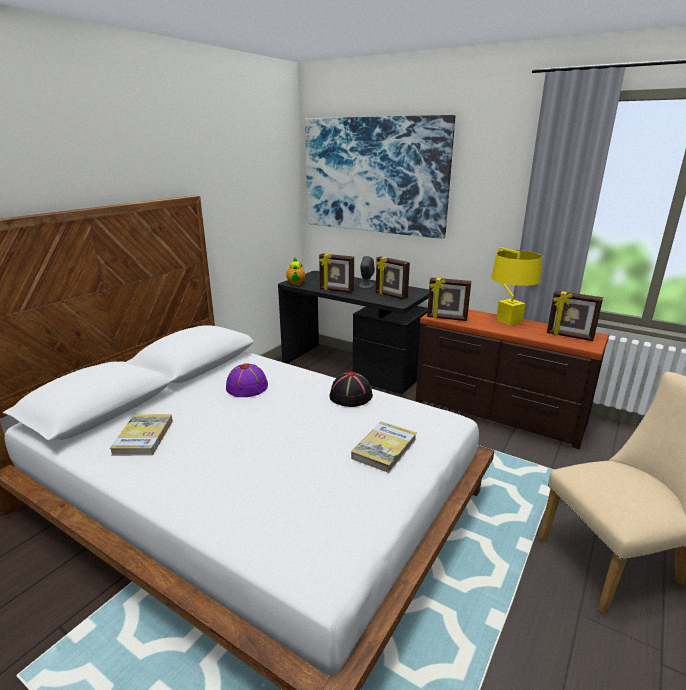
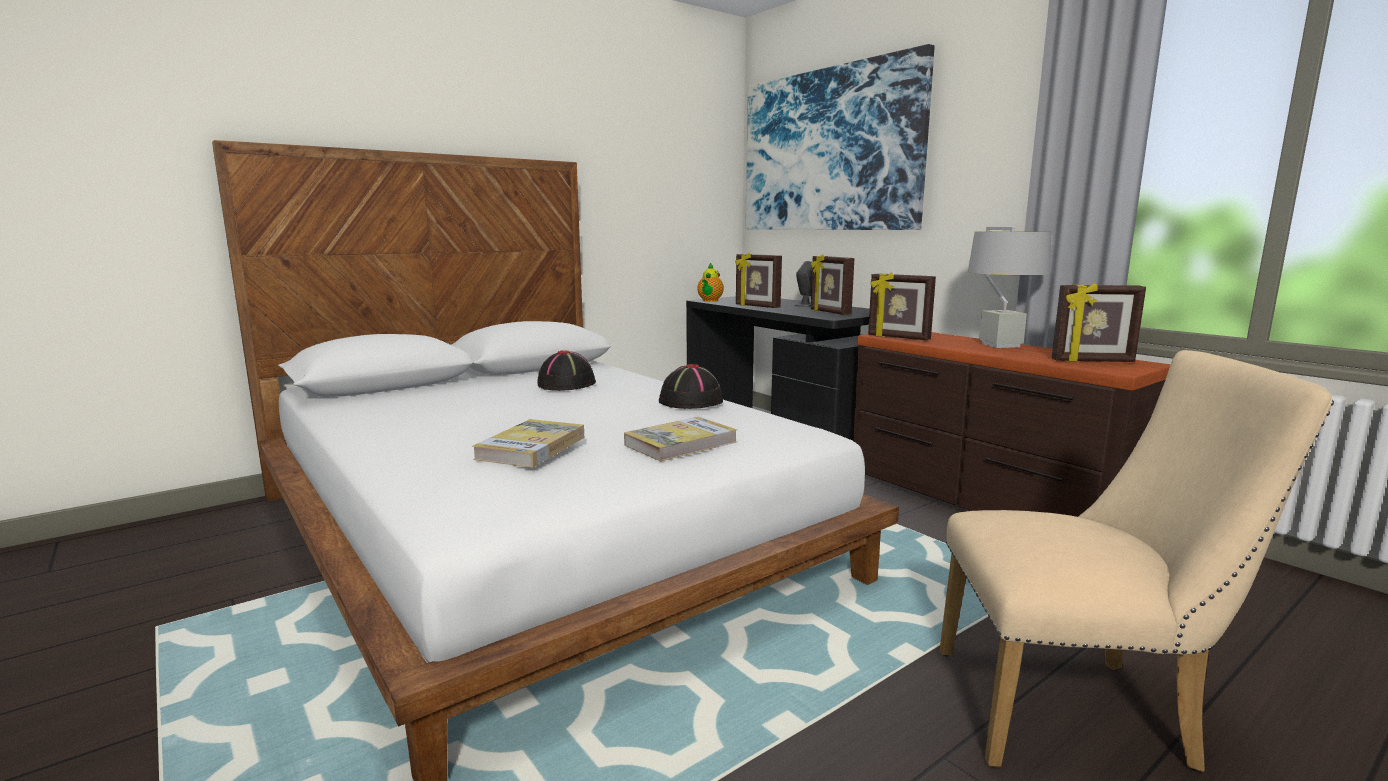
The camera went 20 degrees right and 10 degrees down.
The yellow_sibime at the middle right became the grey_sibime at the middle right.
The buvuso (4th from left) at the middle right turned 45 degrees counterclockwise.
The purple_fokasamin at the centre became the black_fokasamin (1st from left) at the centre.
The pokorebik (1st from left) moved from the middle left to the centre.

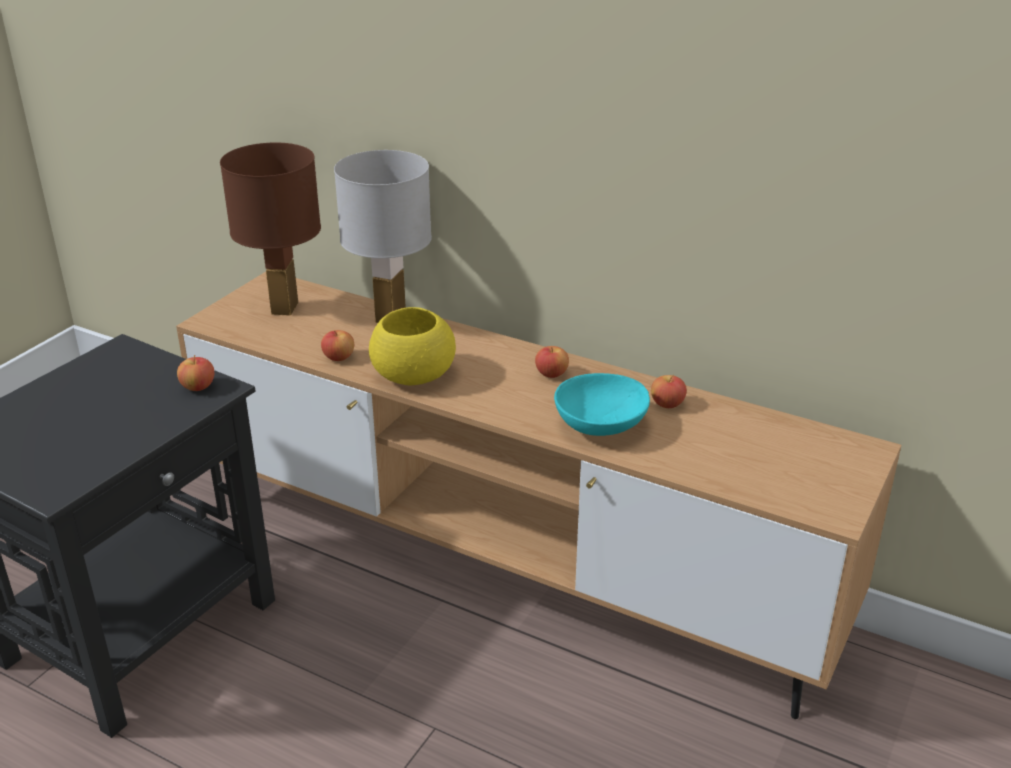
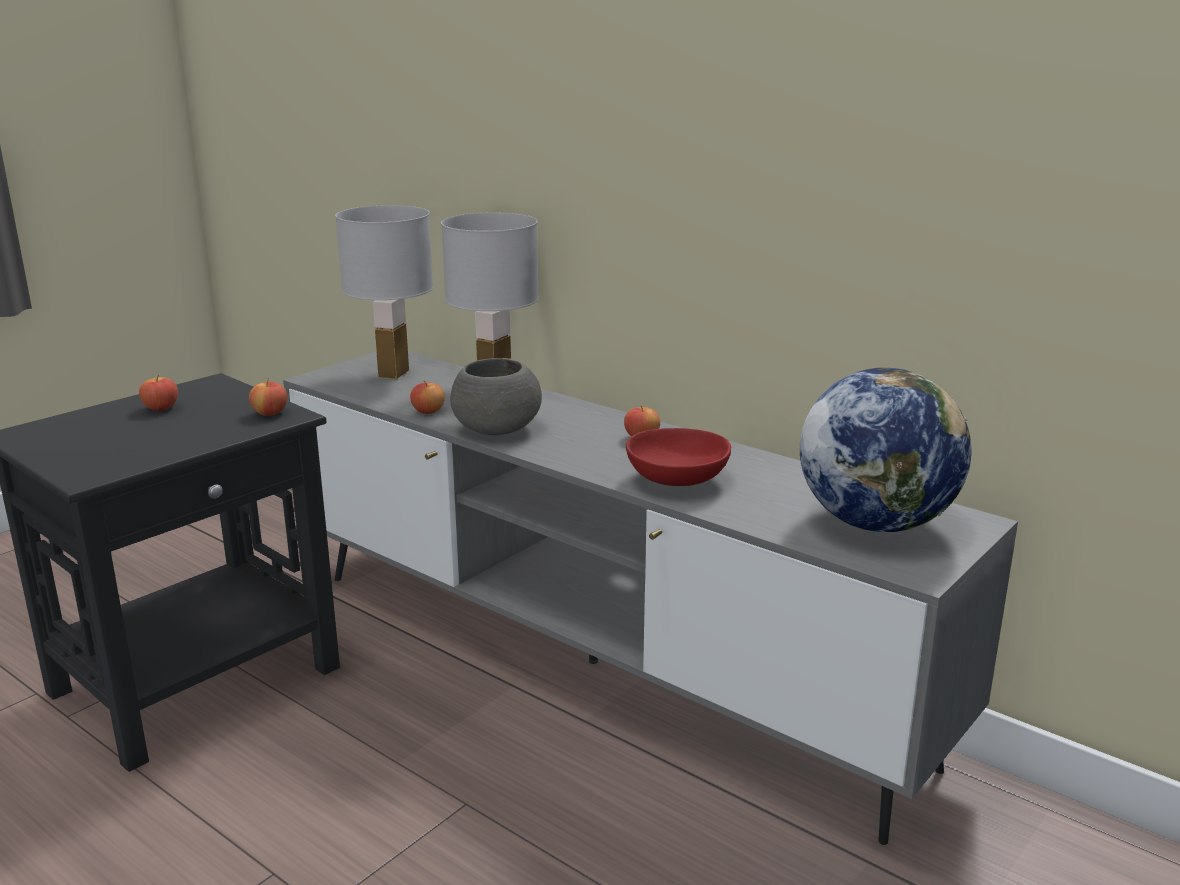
The camera went 10 degrees right and 10 degrees down.
The brown_sibime at the top left became the white_sibime (1st from left) at the top left.
The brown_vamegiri at the centre became the grey_vamegiri at the bottom centre.
The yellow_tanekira at the centre became the grey_tanekira at the centre.
The turquoise_tanekira at the centre became the red_tanekira at the centre.
The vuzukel (4th from left in the first image) moved from the centre to the middle left.
The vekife at the middle right appeared.

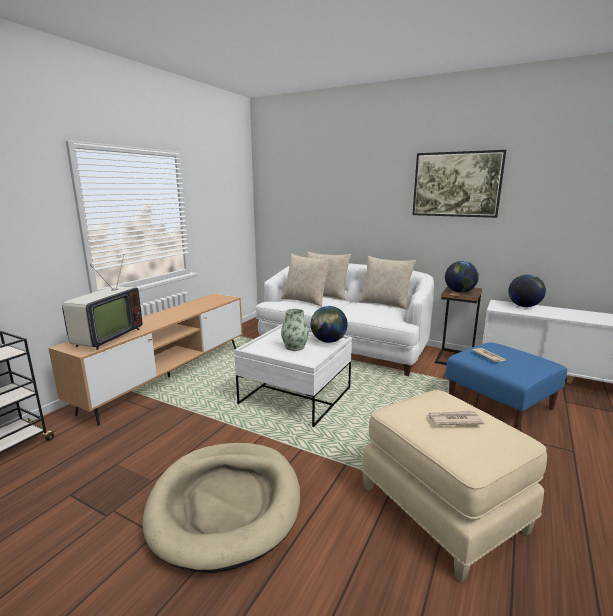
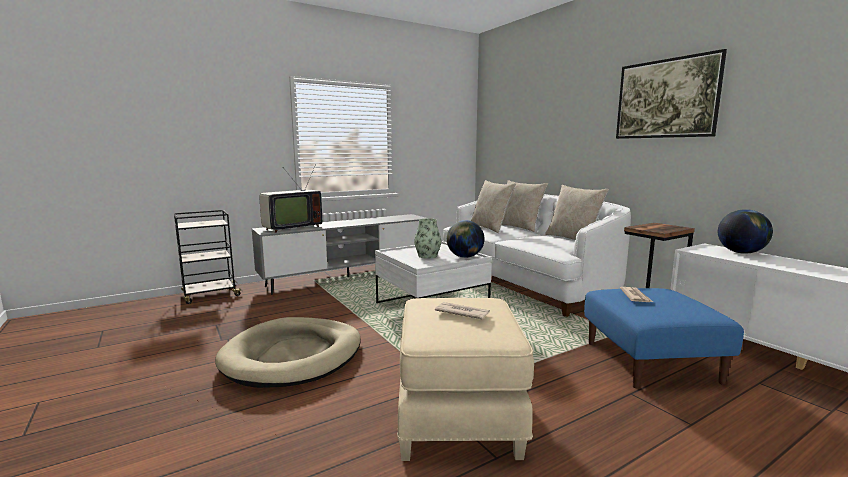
The camera went 30 degrees right and 5 degrees down.
The vekife (2nd from left) at the middle right disappeared.
The brown_vamegiri at the middle left became the grey_vamegiri at the centre.

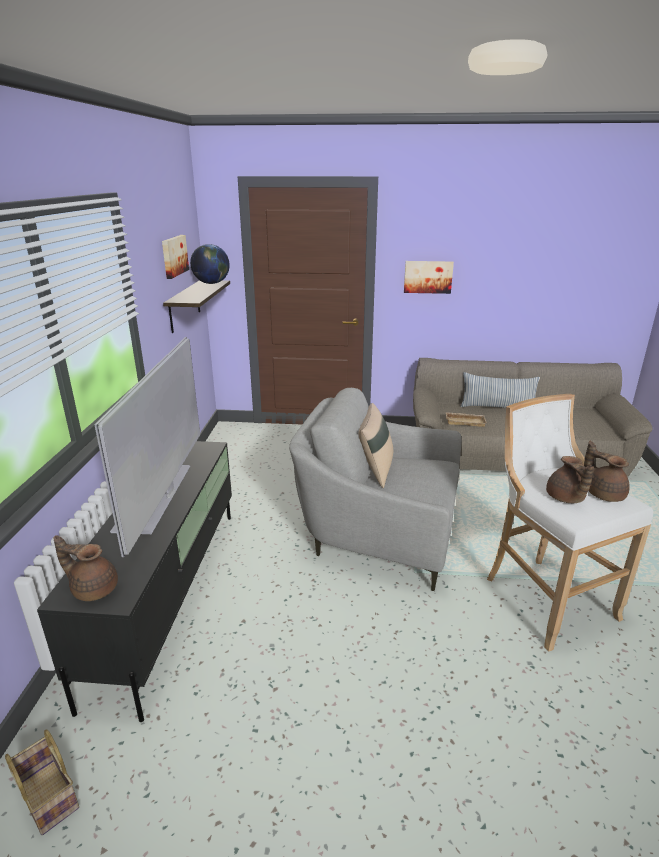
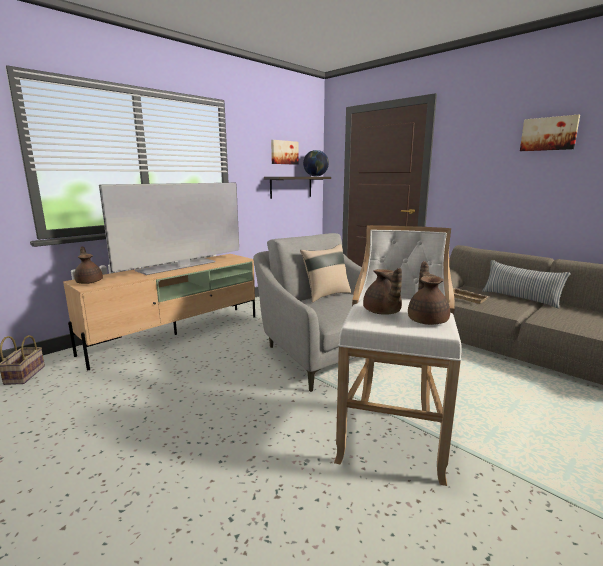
The camera went 40 degrees right and 10 degrees down.
The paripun (2nd from left) moved from the top centre to the top right.
The black_vamegiri at the bottom left became the beige_vamegiri at the middle left.
The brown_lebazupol (2nd from left) at the middle right turned 45 degrees counterclockwise.

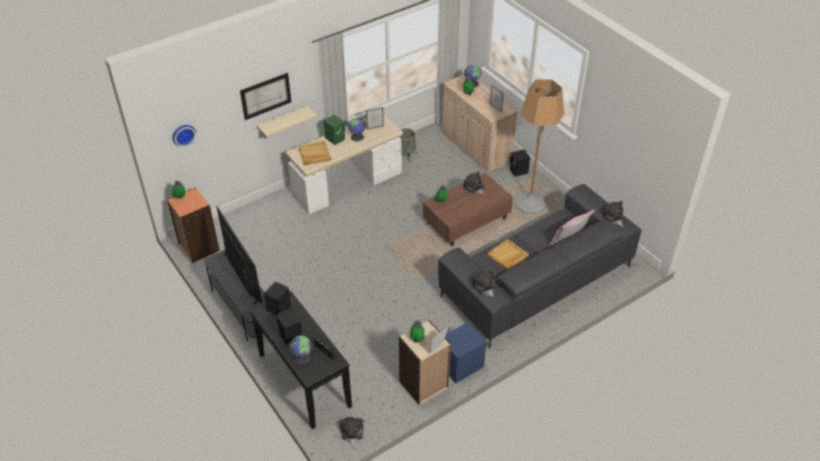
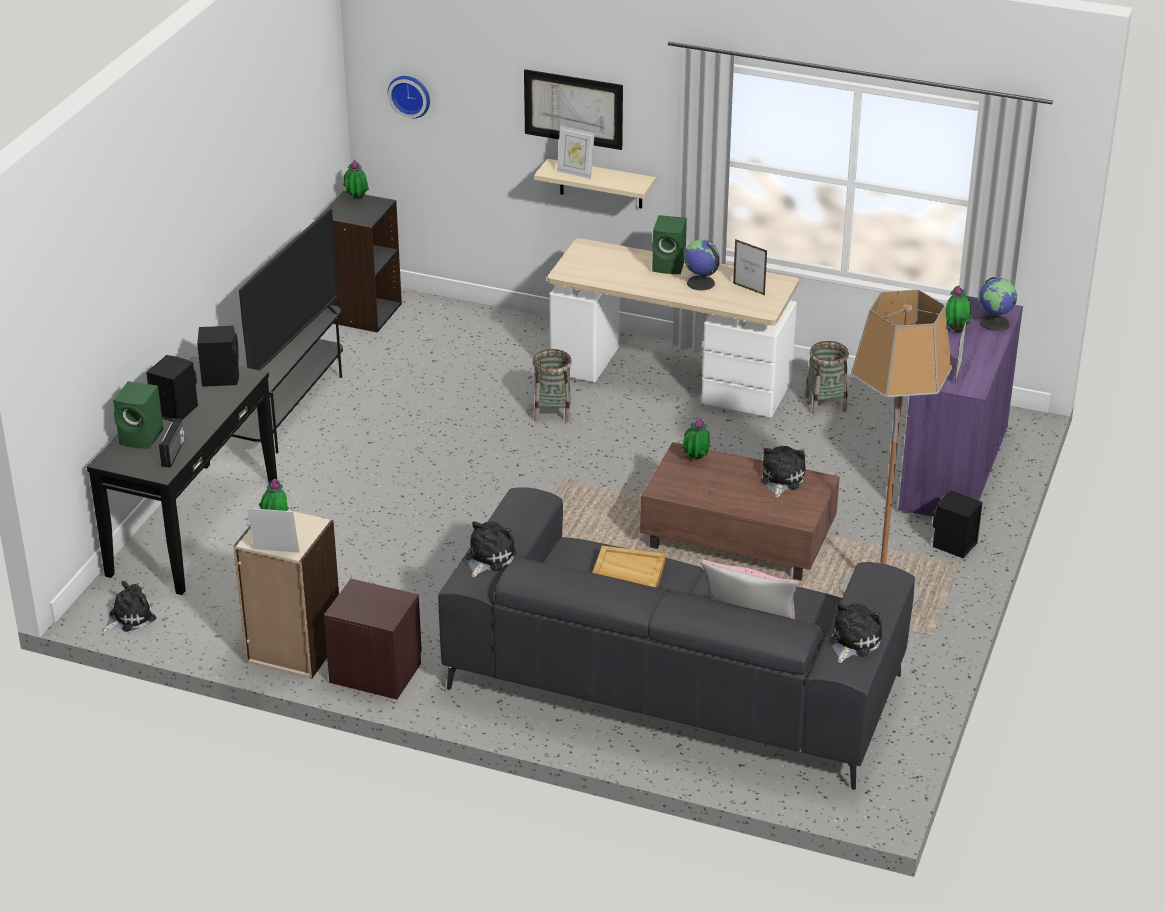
The camera went 55 degrees right and 10 degrees down.
The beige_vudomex at the top centre became the purple_vudomex at the middle right.
The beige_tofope (1st from left) at the top centre disappeared.
The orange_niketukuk at the middle left became the black_niketukuk at the top left.
The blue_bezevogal at the bottom centre became the brown_bezevogal at the bottom left.
The vekife (1st from left) at the bottom centre was replaced by the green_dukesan (1st from left) at the middle left.
The buvuso (2nd from left) at the top centre appeared.
The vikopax (1st from left) at the centre appeared.

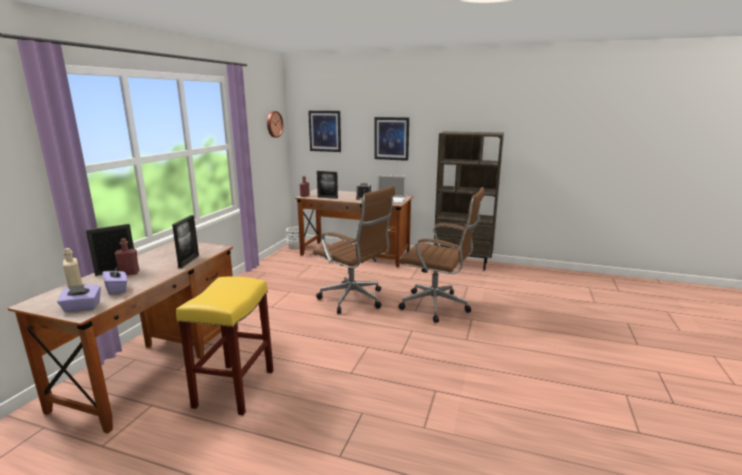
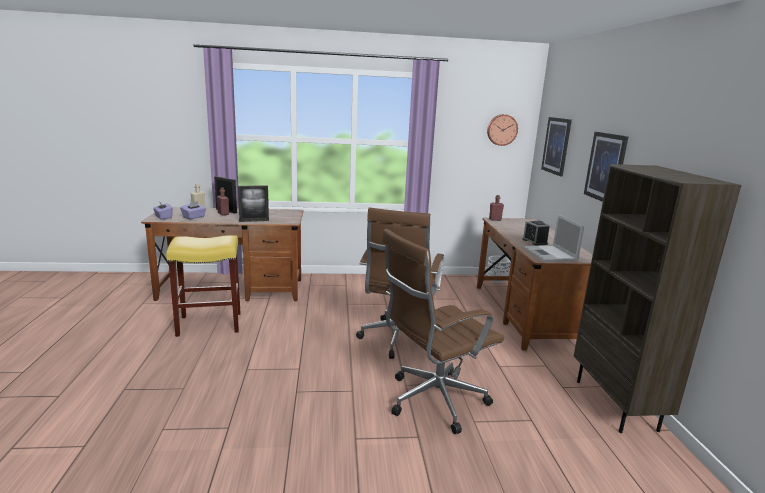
The camera went 65 degrees right and 0 degrees up.
The buvuso (3rd from left) at the centre disappeared.
The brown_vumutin (2nd from left) at the centre turned 60 degrees clockwise.

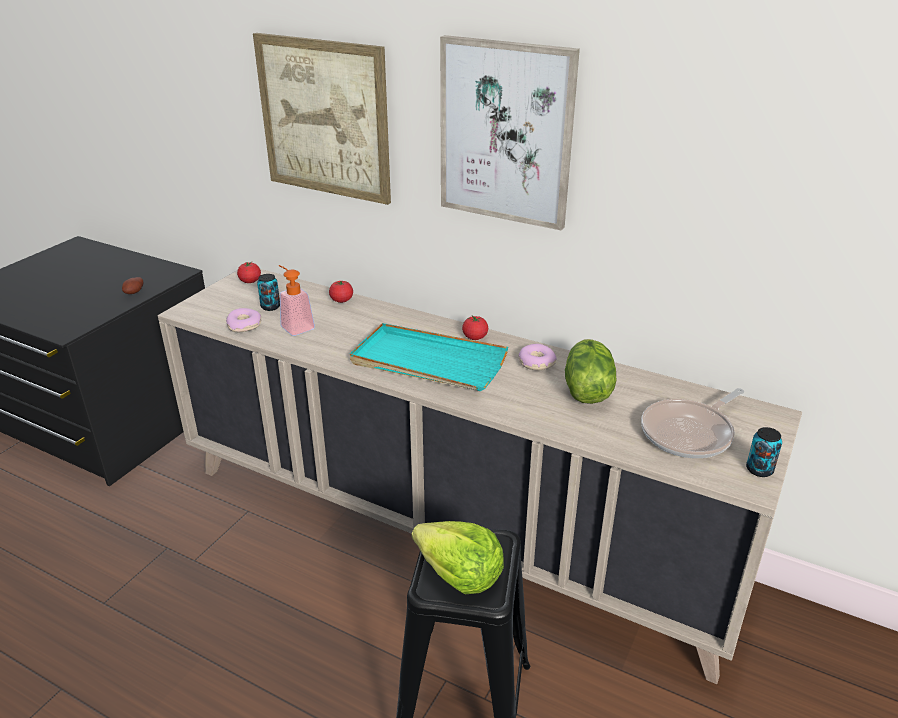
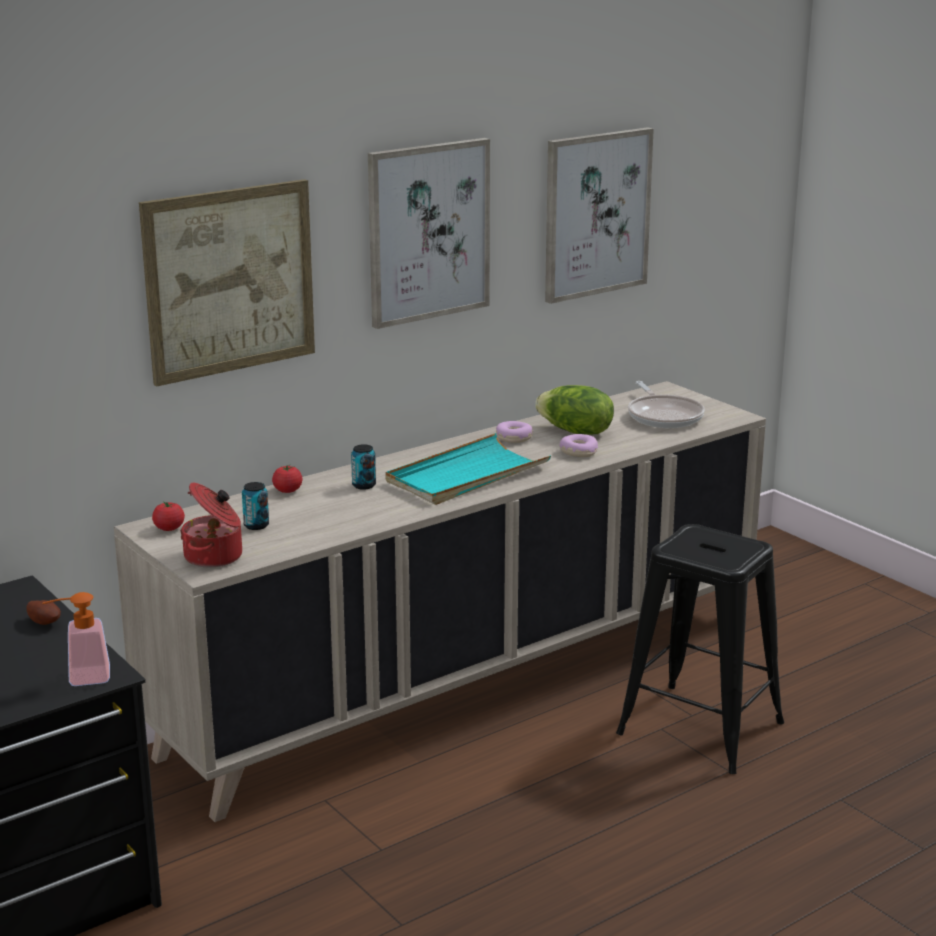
The camera went 65 degrees left and 10 degrees down.
The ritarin moved from the middle left to the bottom left.
The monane (1st from left in the first image) moved from the middle left to the centre.
The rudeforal (3rd from left) at the centre disappeared.
The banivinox (2nd from left) moved from the middle right to the centre.
The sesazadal (1st from left) at the bottom centre disappeared.
The paripun (3rd from left) at the top centre appeared.
The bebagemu at the middle left appeared.

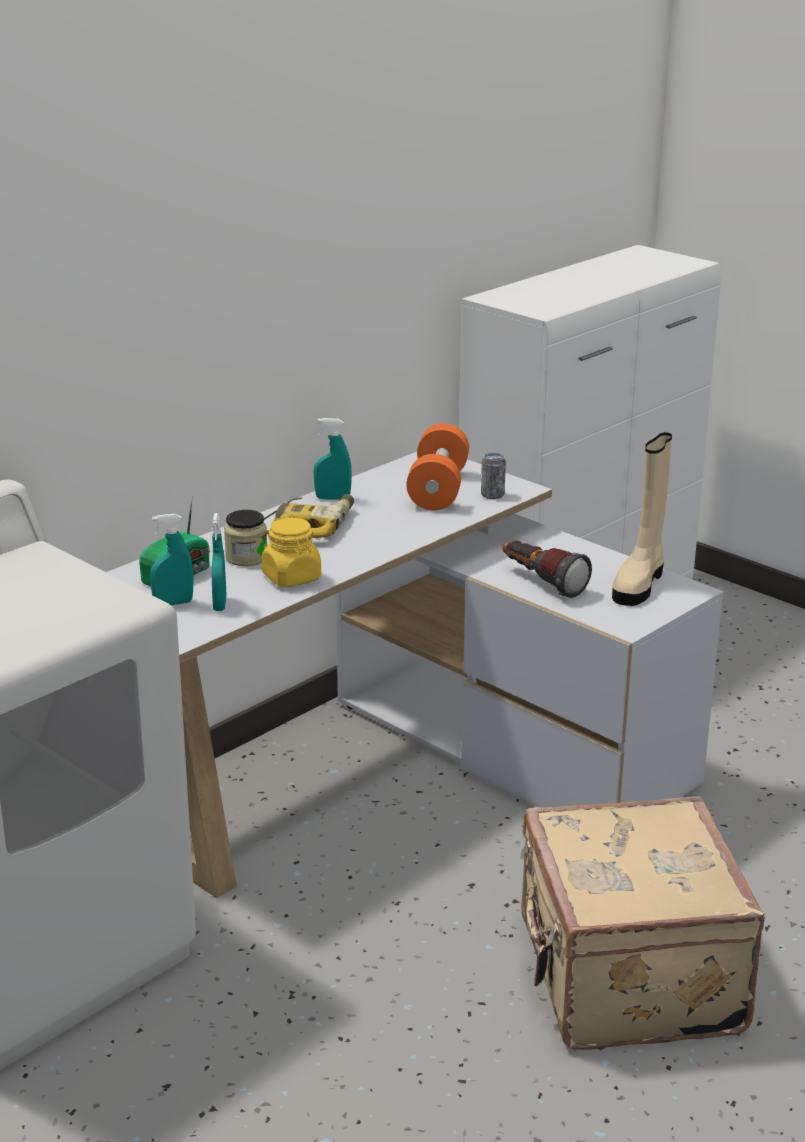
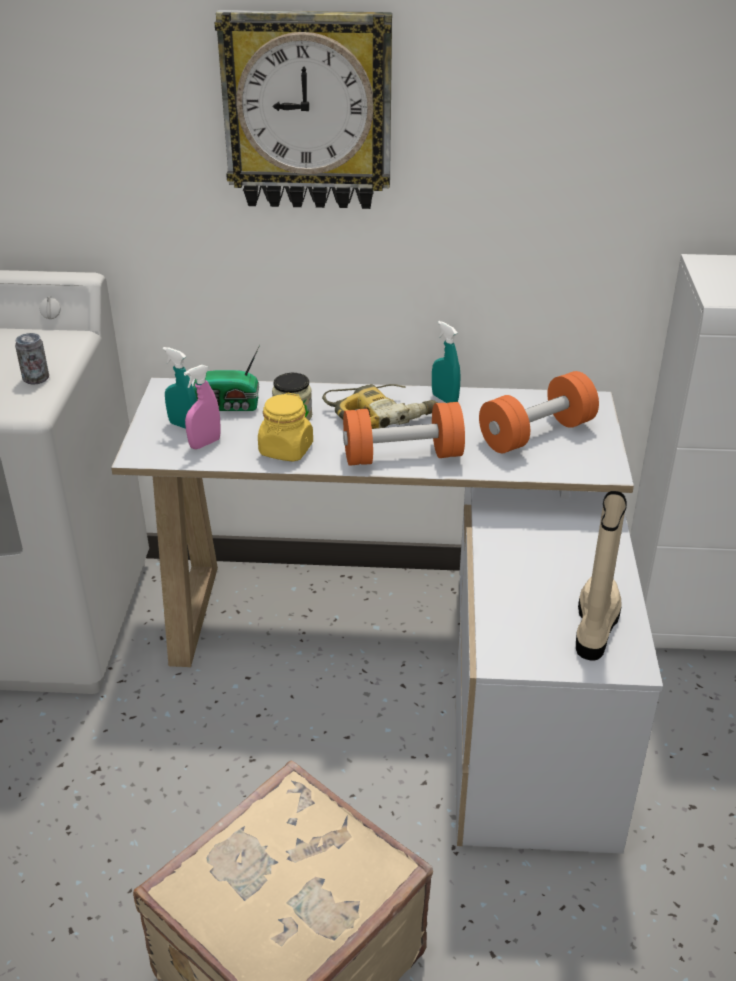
The camera went 50 degrees right and 10 degrees up.
The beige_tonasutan at the middle right turned 120 degrees clockwise.
The banivinox moved from the centre to the middle left.
The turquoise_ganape (2nd from left) at the middle left became the pink_ganape at the middle left.
The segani at the middle right disappeared.
The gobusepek at the top centre appeared.
The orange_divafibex (1st from left) at the centre appeared.

